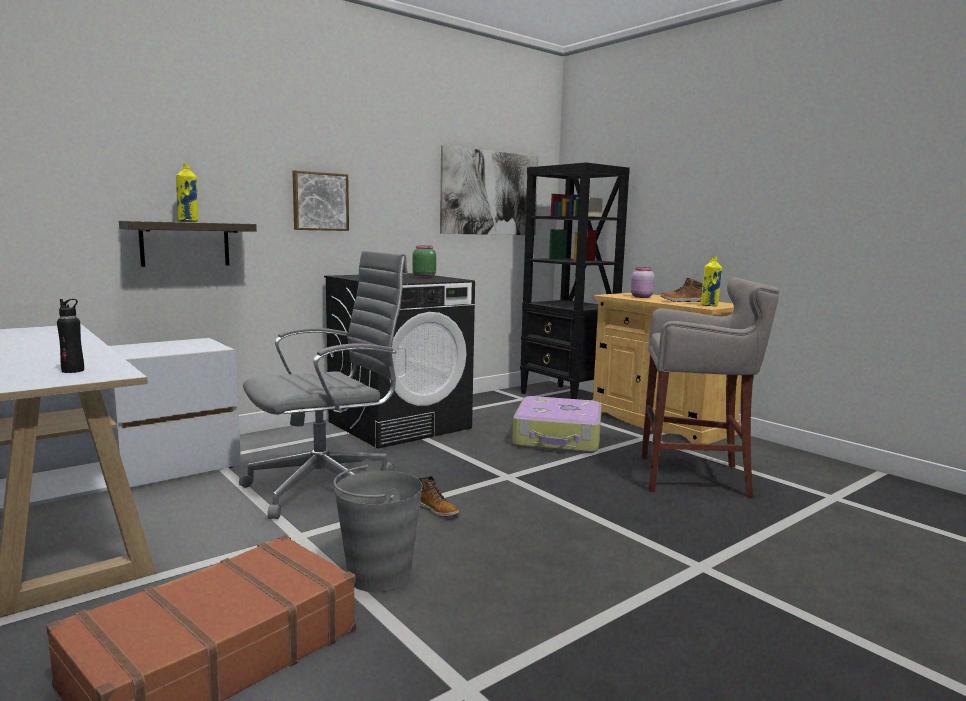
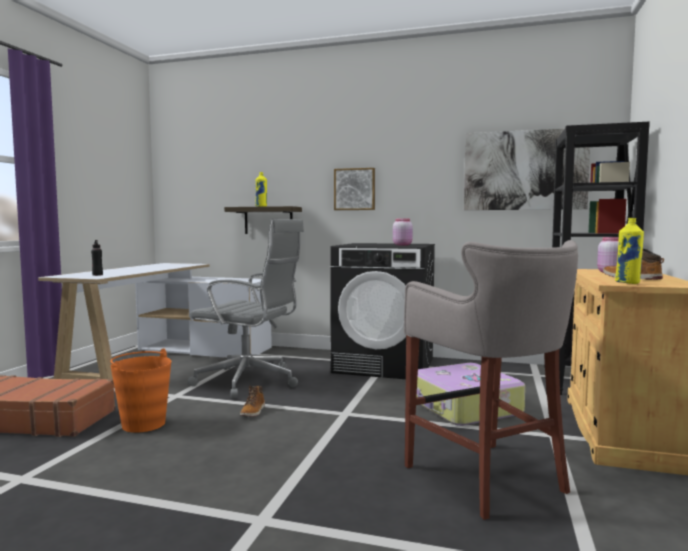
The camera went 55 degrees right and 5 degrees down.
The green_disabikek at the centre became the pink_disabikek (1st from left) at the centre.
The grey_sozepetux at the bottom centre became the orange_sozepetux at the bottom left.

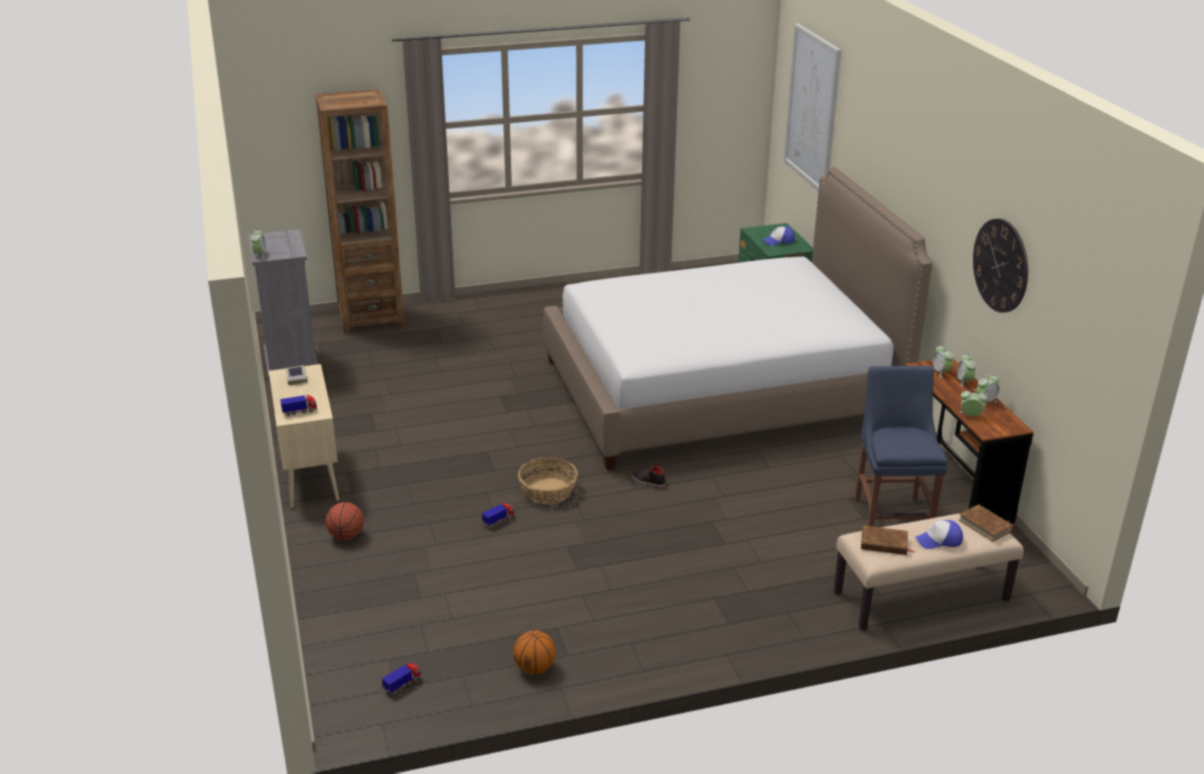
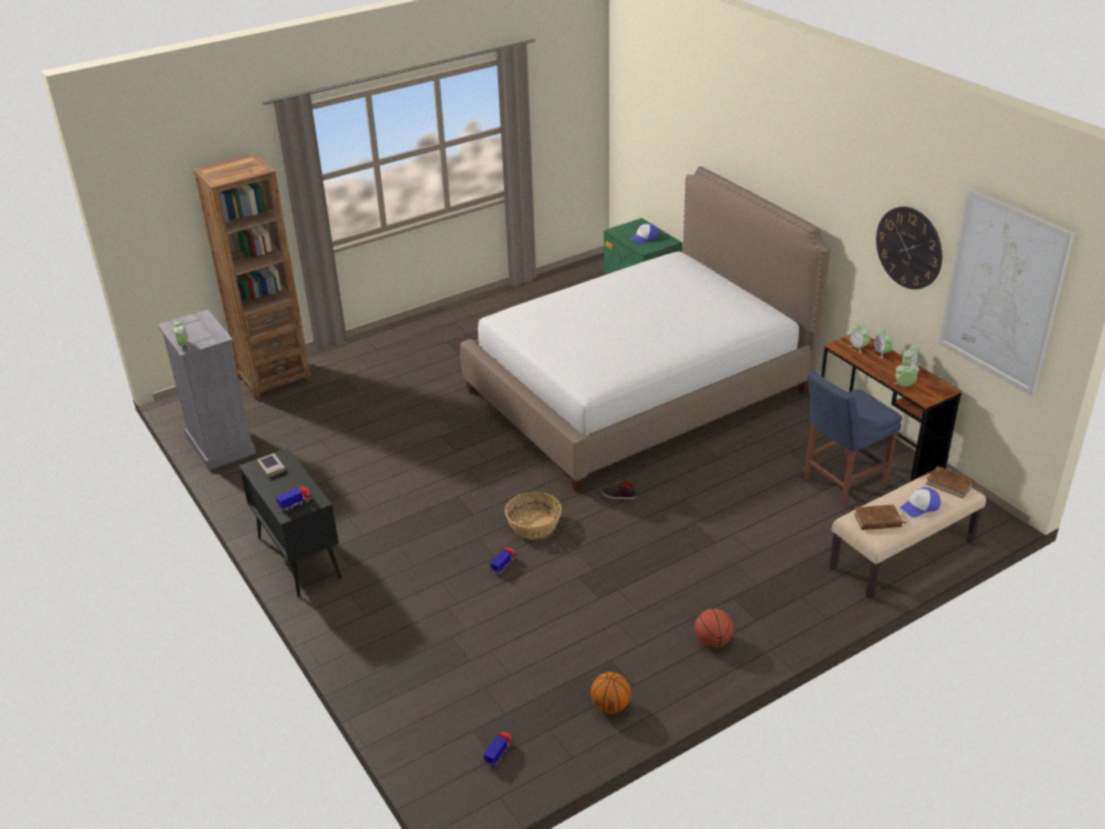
The camera went 15 degrees left and 5 degrees up.
The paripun moved from the top right to the middle right.
The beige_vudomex at the middle left became the black_vudomex at the middle left.
The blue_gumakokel at the middle right turned 105 degrees counterclockwise.
The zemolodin (1st from left in the first image) moved from the bottom left to the bottom centre.

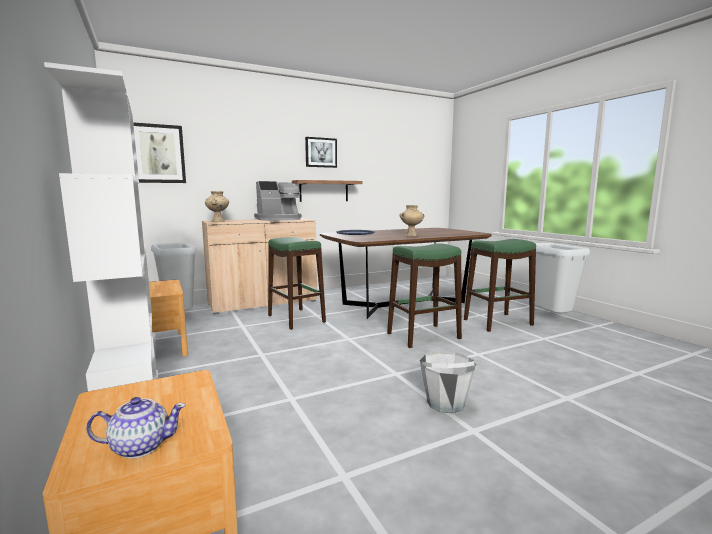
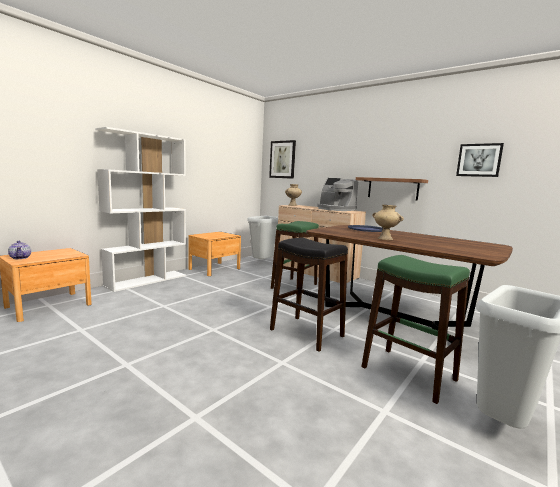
The camera went 65 degrees right and 0 degrees up.
The paripun (2nd from left) moved from the top centre to the top right.
The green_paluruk (2nd from left) at the centre became the black_paluruk at the centre.
The grey_sozepetux at the bottom centre disappeared.

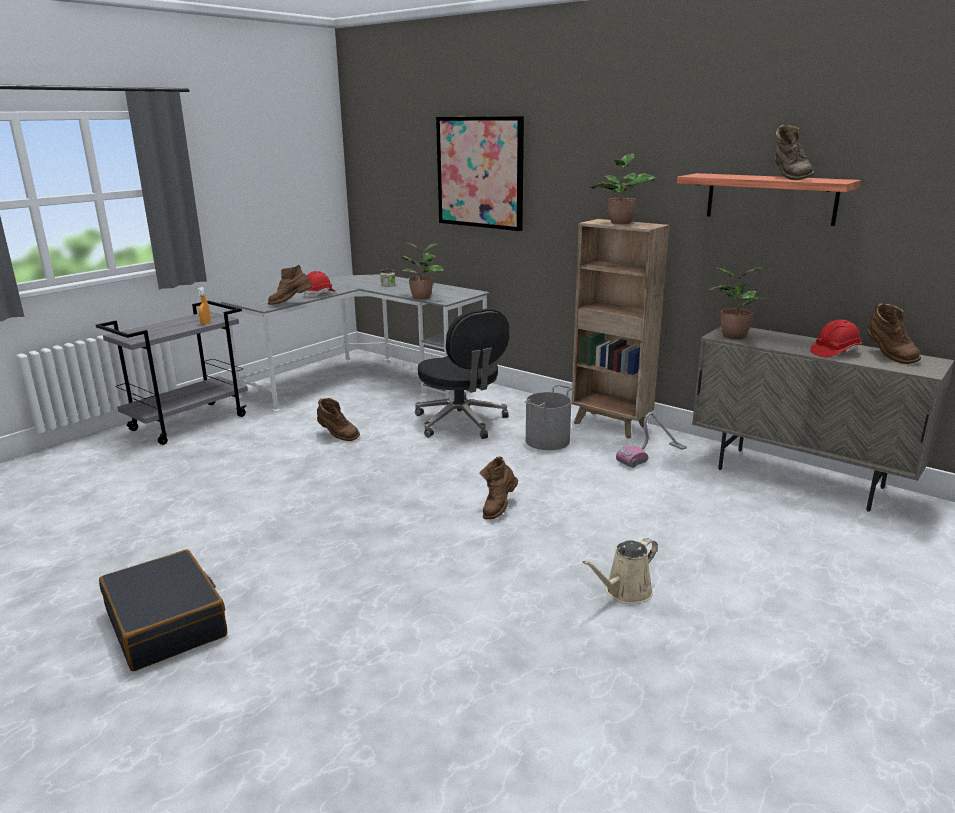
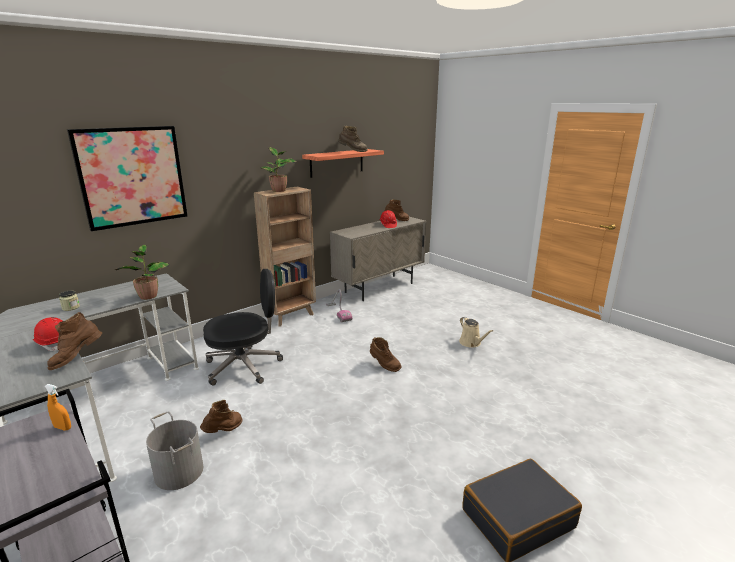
The camera went 80 degrees left and 0 degrees up.
The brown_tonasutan (1st from left) at the middle left turned 45 degrees clockwise.
The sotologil (3rd from left) at the middle right disappeared.
The grey_sozepetux moved from the centre to the bottom left.

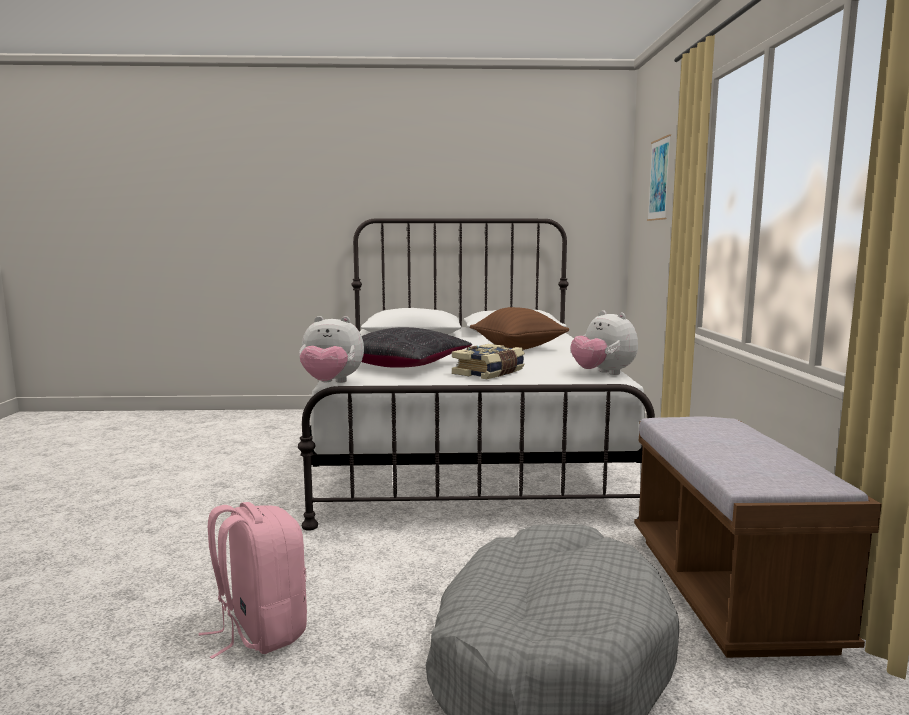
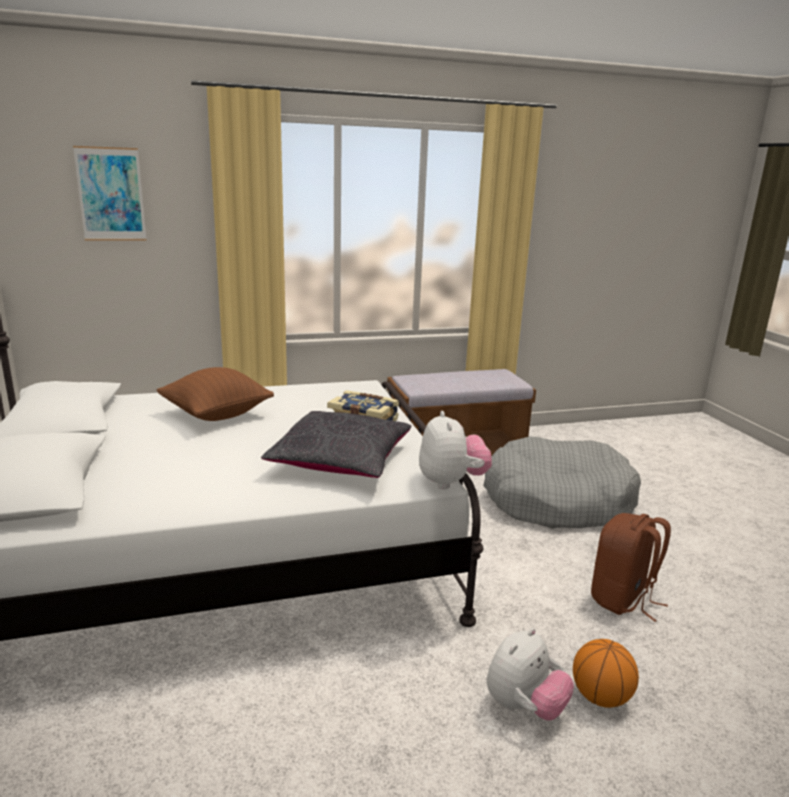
The camera went 105 degrees left and 10 degrees up.
The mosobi (2nd from left) moved from the centre to the bottom right.
The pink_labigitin at the bottom left became the brown_labigitin at the bottom right.
The zemolodin at the bottom right appeared.

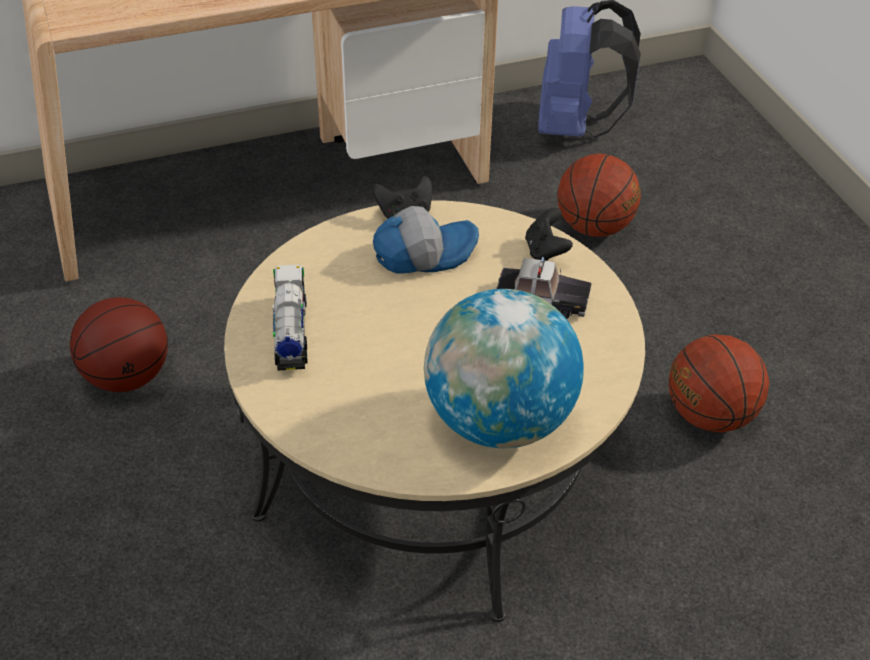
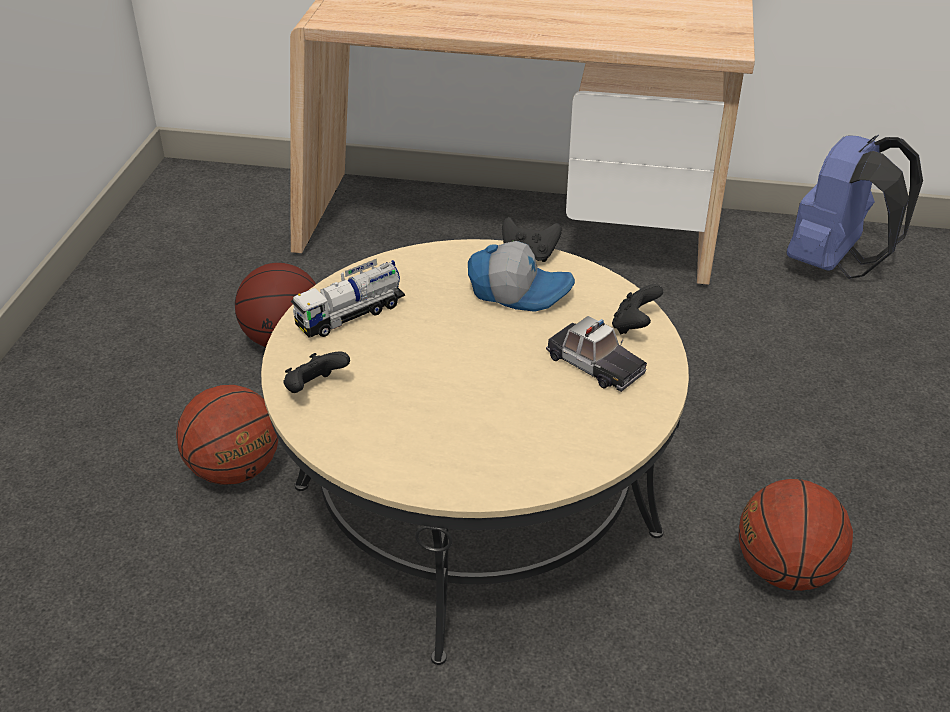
The camera went 30 degrees right and 5 degrees down.
The zemolodin (2nd from left in the first image) moved from the top right to the middle left.
The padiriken at the centre turned 150 degrees counterclockwise.
The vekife at the centre disappeared.
The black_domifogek (1st from left) at the centre appeared.

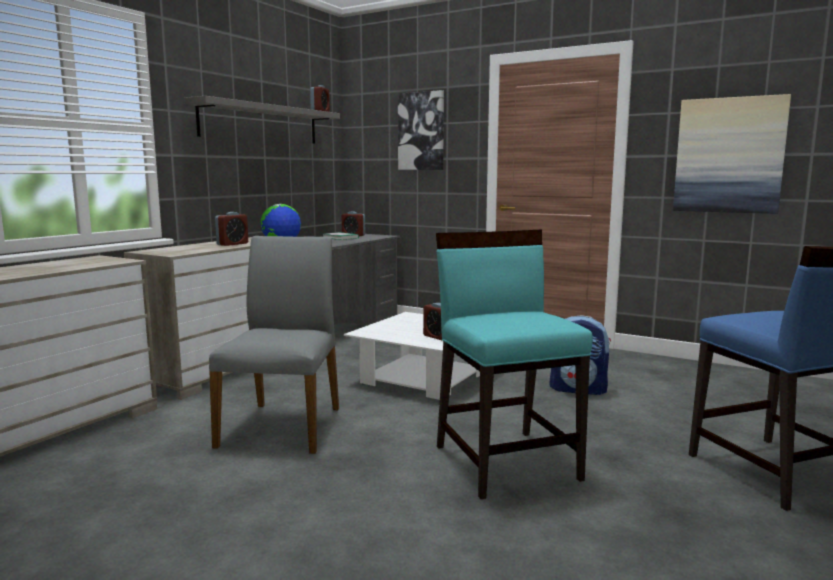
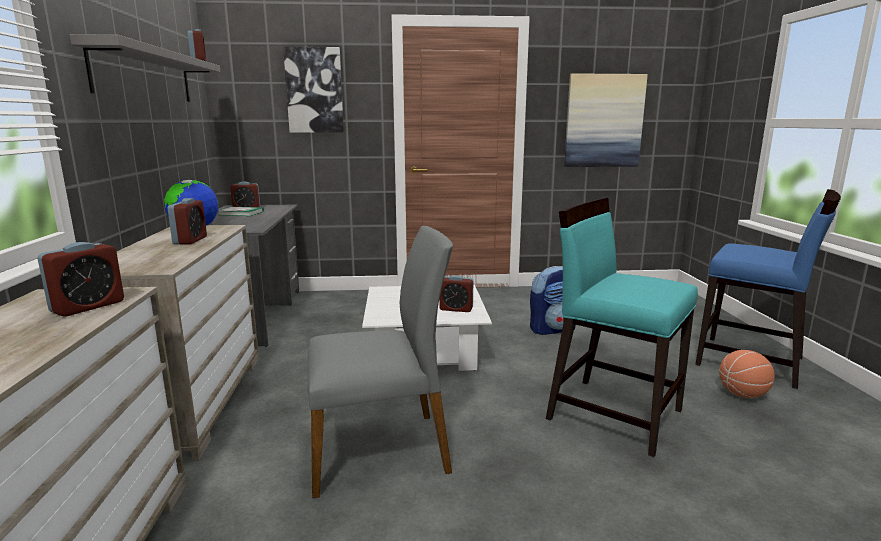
The camera went 35 degrees left and 5 degrees up.
The grey_gumakokel at the middle left turned 105 degrees clockwise.
The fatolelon (1st from left) at the middle left appeared.
The zemolodin at the bottom right appeared.

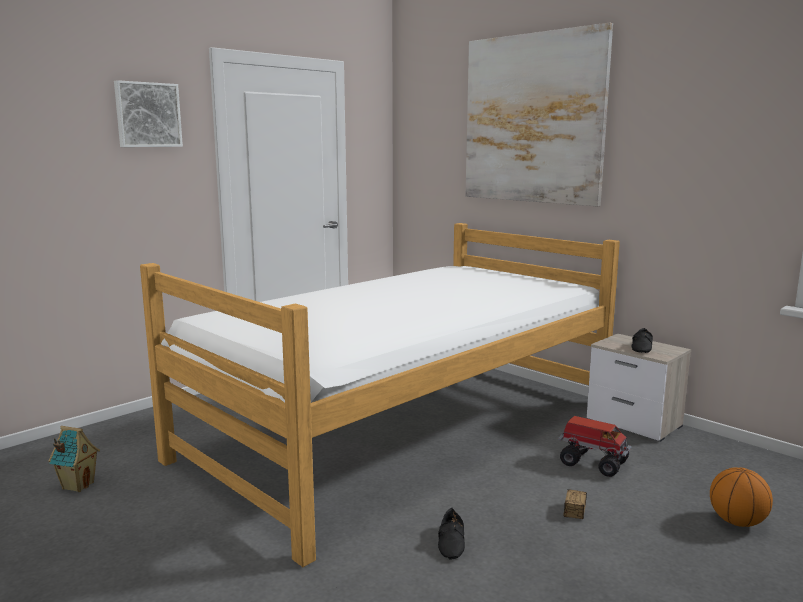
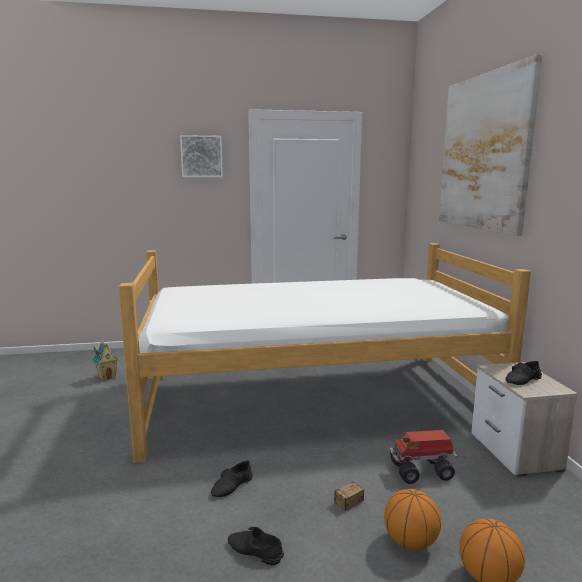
The camera went 35 degrees right and 0 degrees up.
The padiriken at the bottom right turned 105 degrees clockwise.
The zemolodin (1st from left) at the bottom right appeared.
The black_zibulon (2nd from left) at the bottom centre appeared.

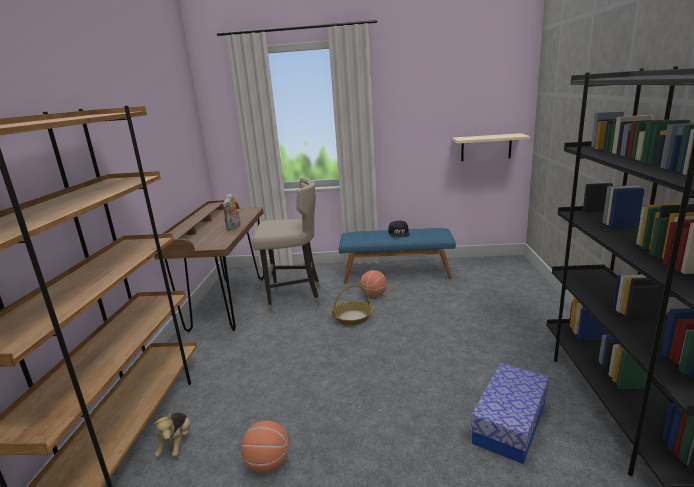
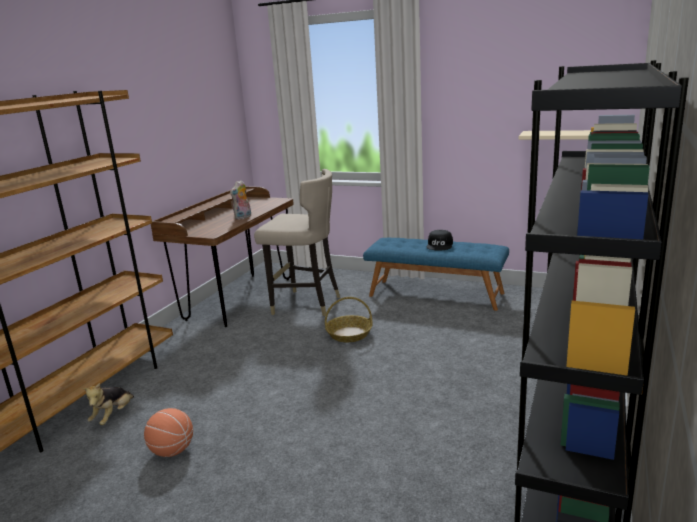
The camera went 20 degrees right and 0 degrees up.
The zemolodin (2nd from left) at the centre disappeared.
The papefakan at the bottom right disappeared.

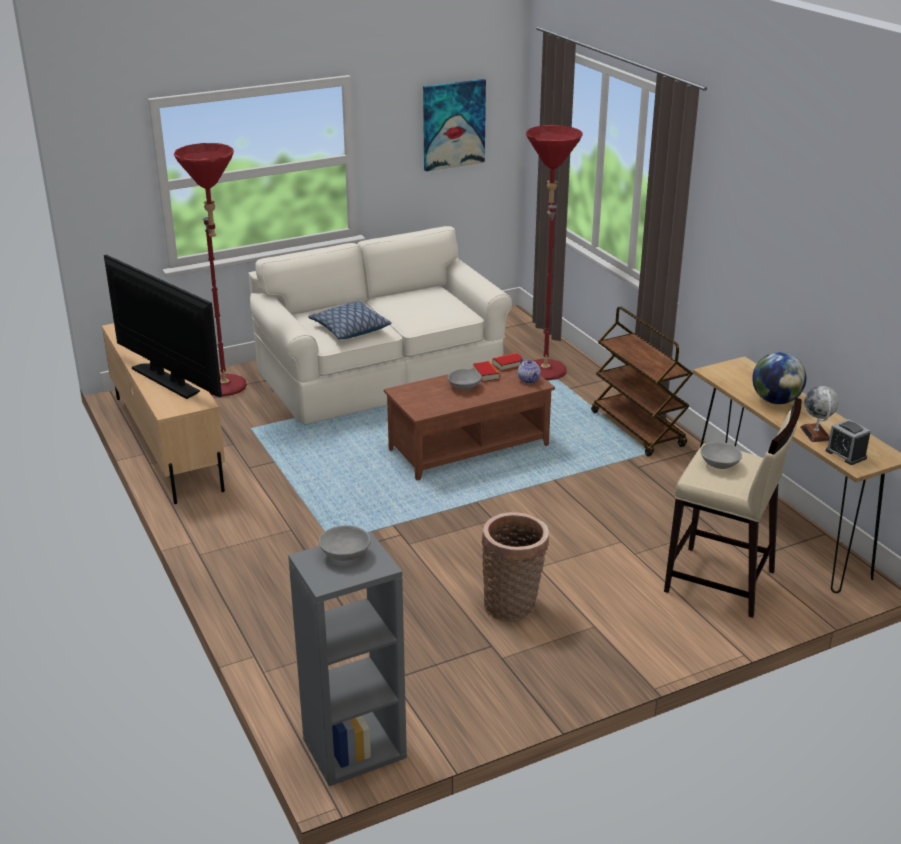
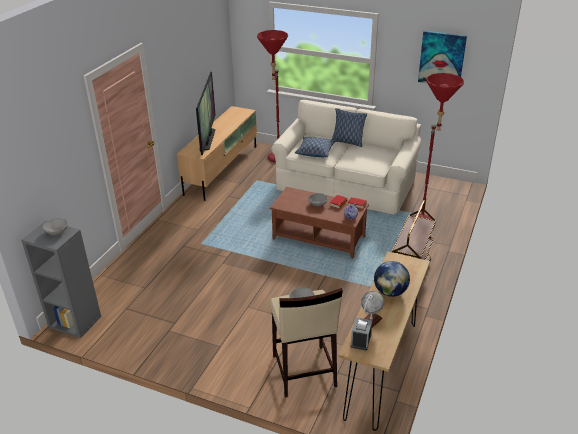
The camera went 50 degrees right and 5 degrees up.
The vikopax at the bottom centre disappeared.
The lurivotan (2nd from left) at the top centre appeared.

